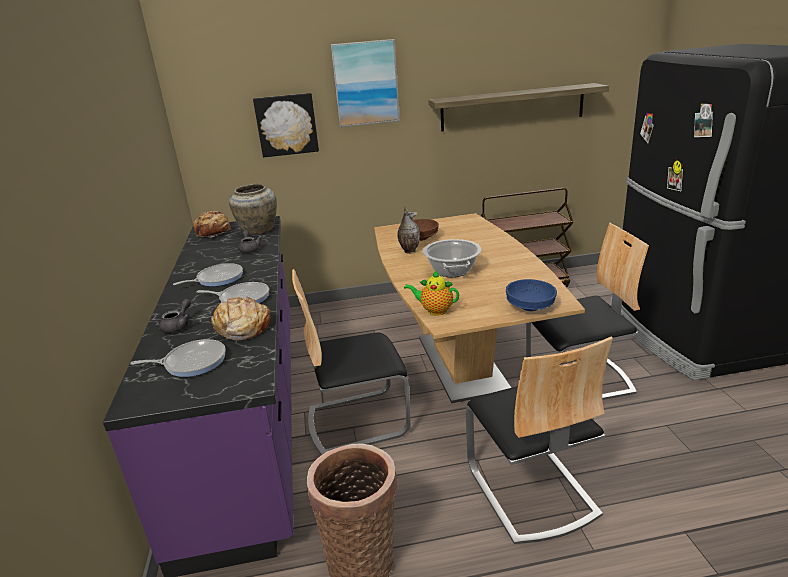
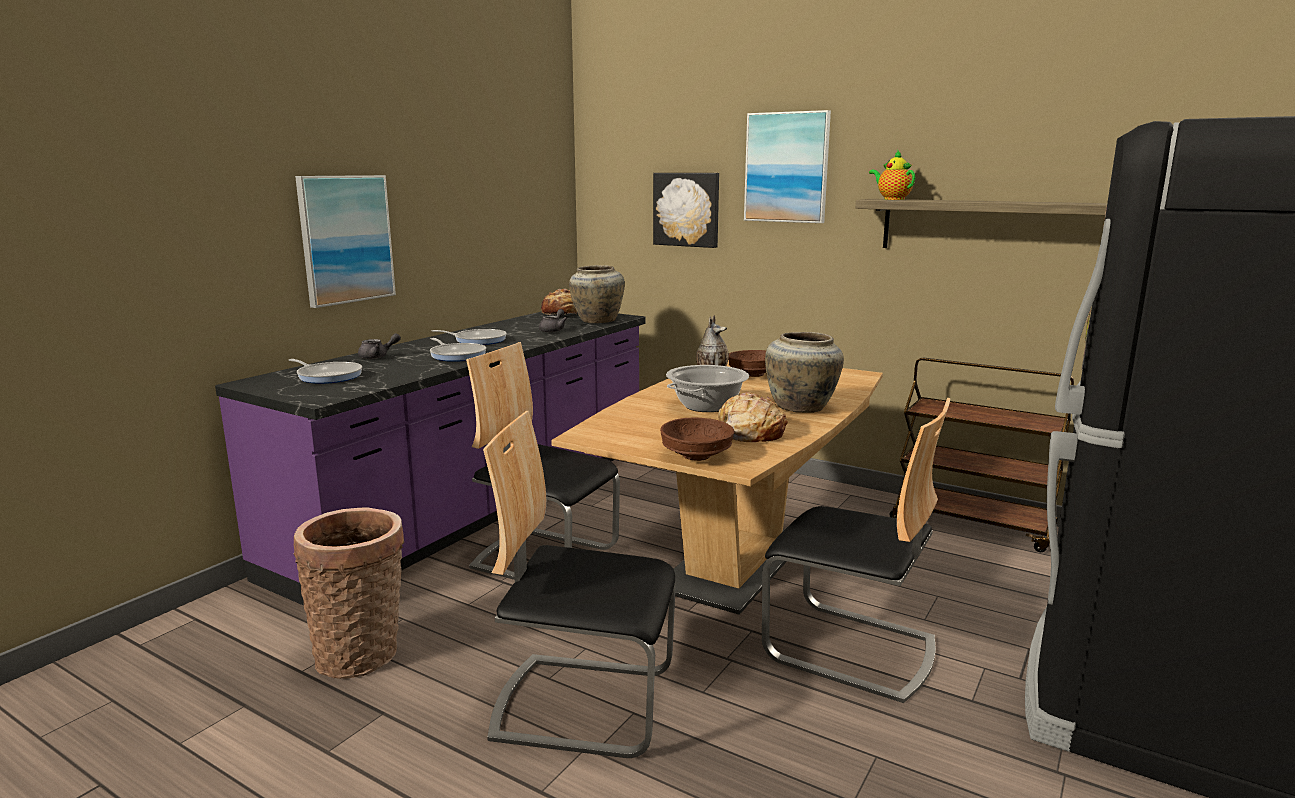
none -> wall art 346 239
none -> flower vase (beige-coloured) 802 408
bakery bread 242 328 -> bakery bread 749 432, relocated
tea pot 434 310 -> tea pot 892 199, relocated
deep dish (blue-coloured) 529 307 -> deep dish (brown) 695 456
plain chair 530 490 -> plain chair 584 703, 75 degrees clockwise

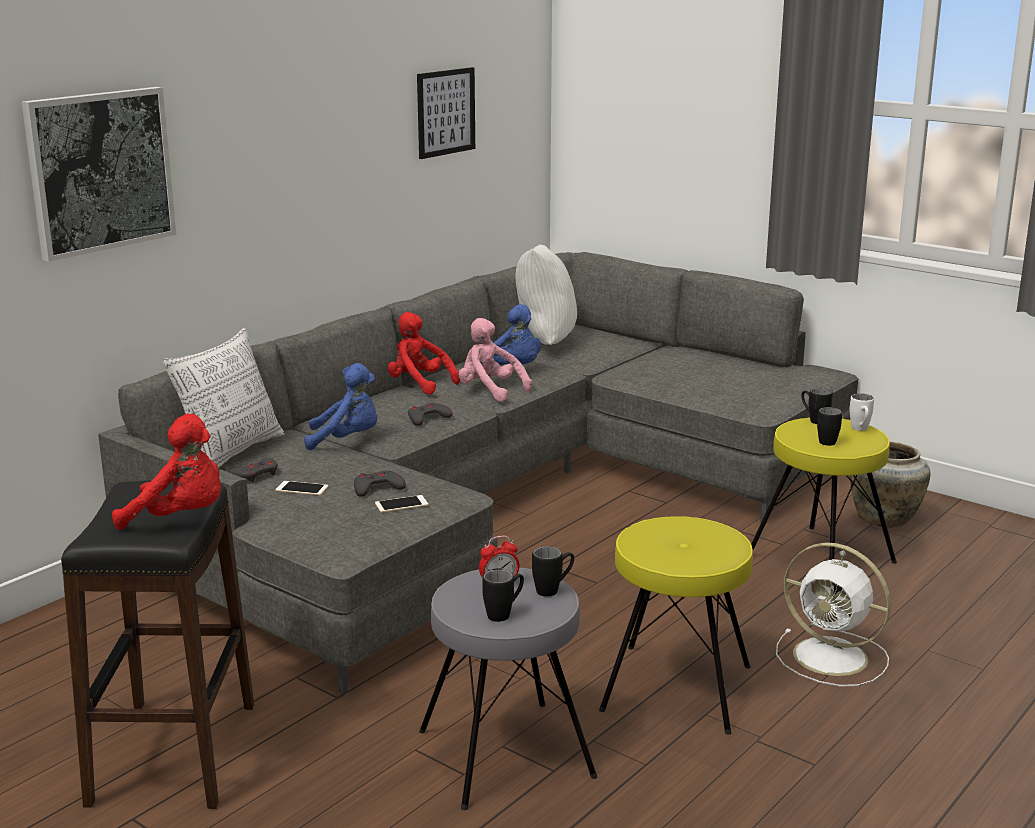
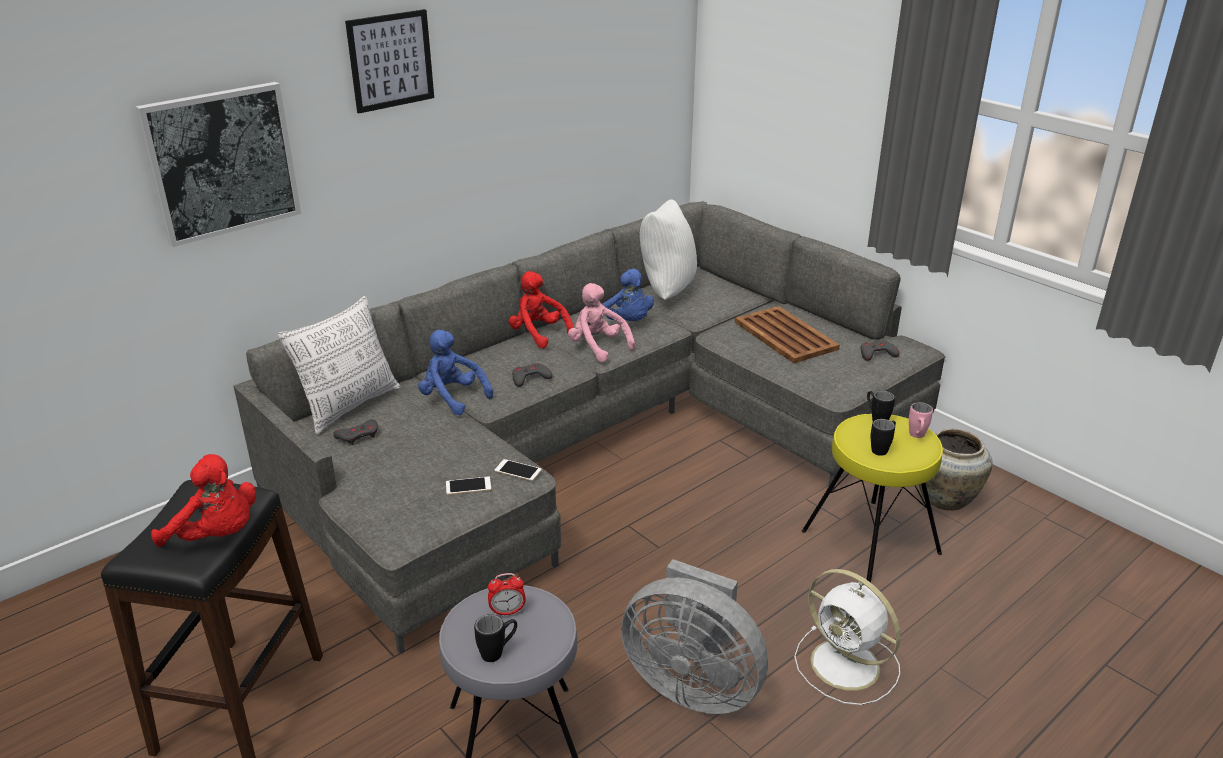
mug (blackish) 553 590 -> none
none -> serving tray (brown) 786 336
handset 302 488 -> handset 518 470, relocated
gamepad (gray) 377 488 -> gamepad (gray) 877 354, relocated
wall art 445 112 -> wall art 390 60, relocated
stool seat (yellow) 677 687 -> electric fan (gray) 692 684
mug (white-coloured) 860 430 -> mug (pink) 917 437
cuddly toy (blue-coloured) 346 440 -> cuddly toy (blue-coloured) 452 398, 150 degrees counterclockwise

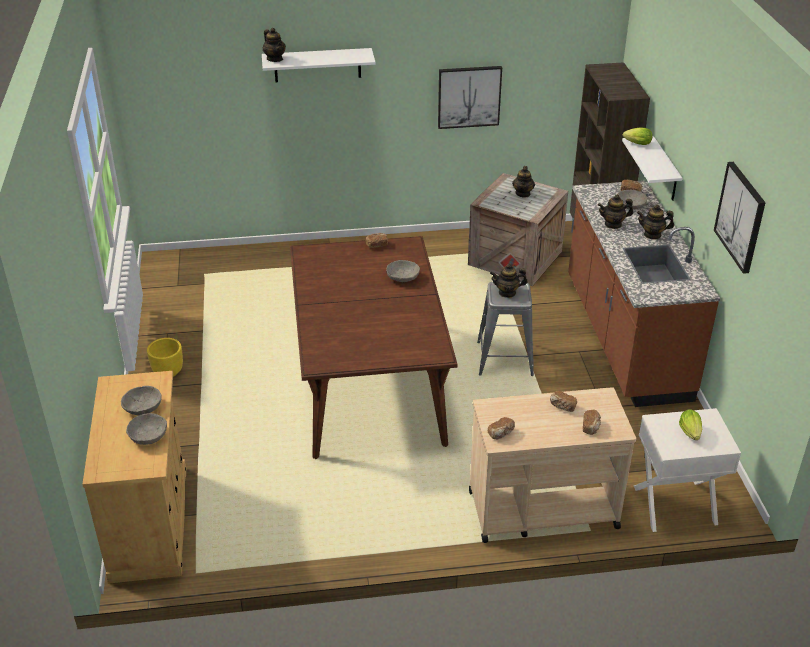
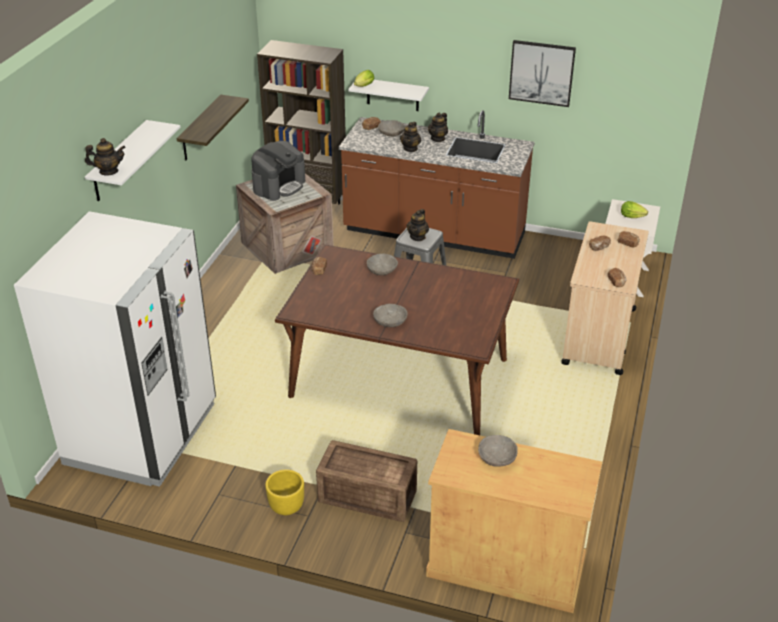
none -> kitchen fridge (white-coloured) 142 434
none -> crate 366 495
deep dish (gray) 148 436 -> deep dish (gray) 390 322, relocated
wall art 469 96 -> shelf 200 128
tea pot 523 193 -> coffee machine 279 186

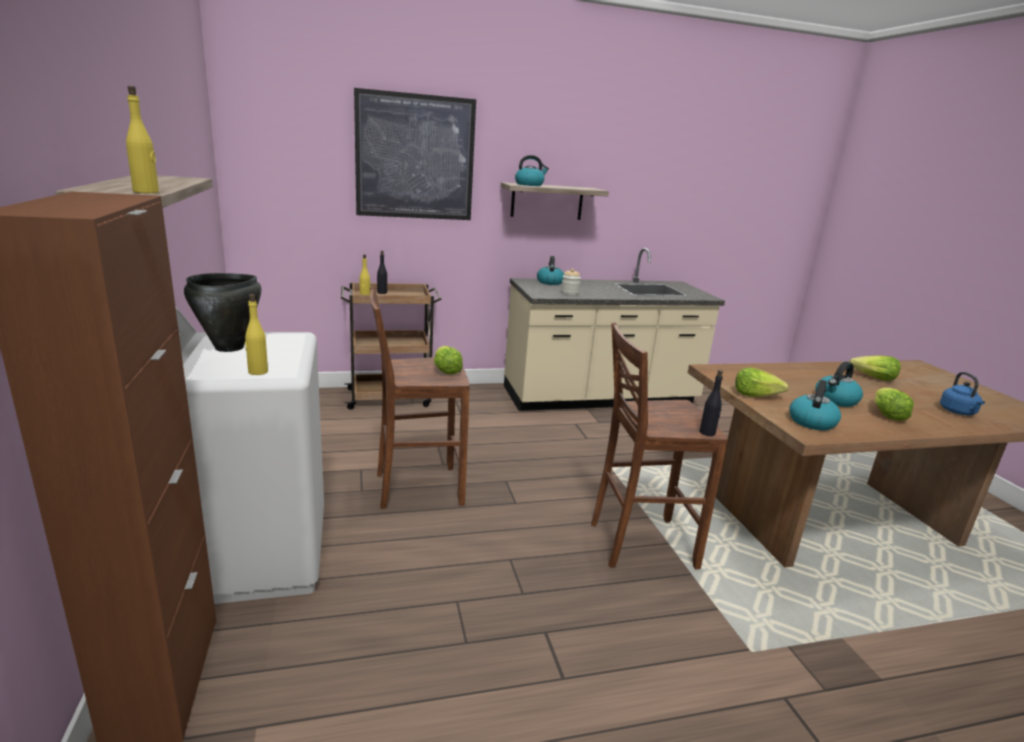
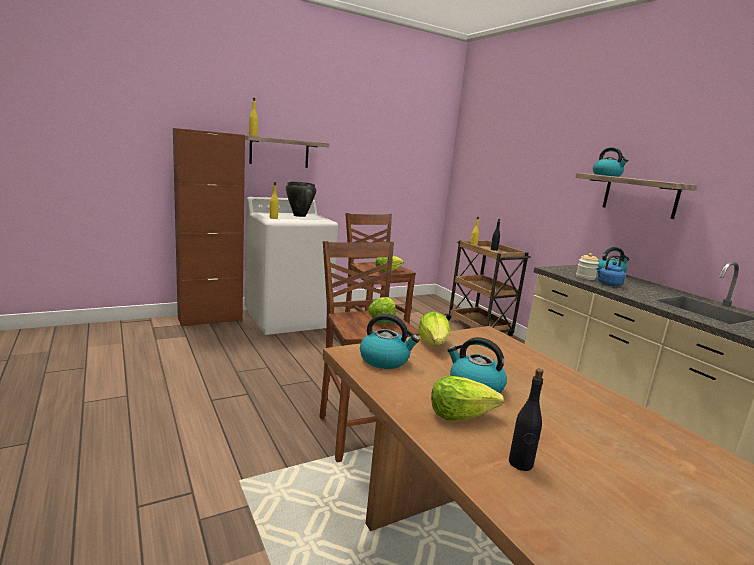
wall art 415 157 -> none
drink bottle (blackish) 707 433 -> drink bottle (blackish) 520 463, relocated
lettuce 873 378 -> lettuce 382 320, relocated
tea kettle (blue-coloured) 958 412 -> tea kettle (blue-coloured) 608 284, relocated

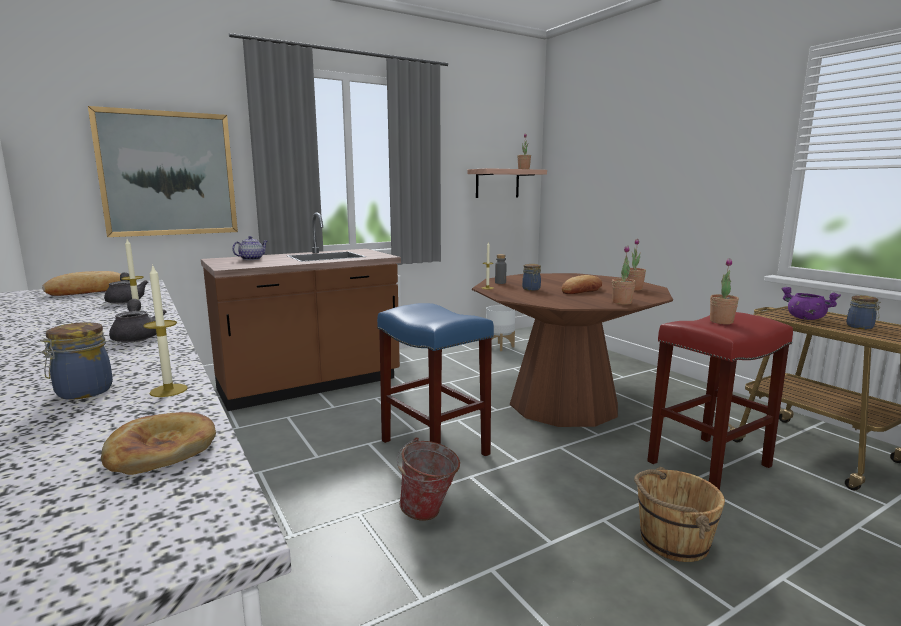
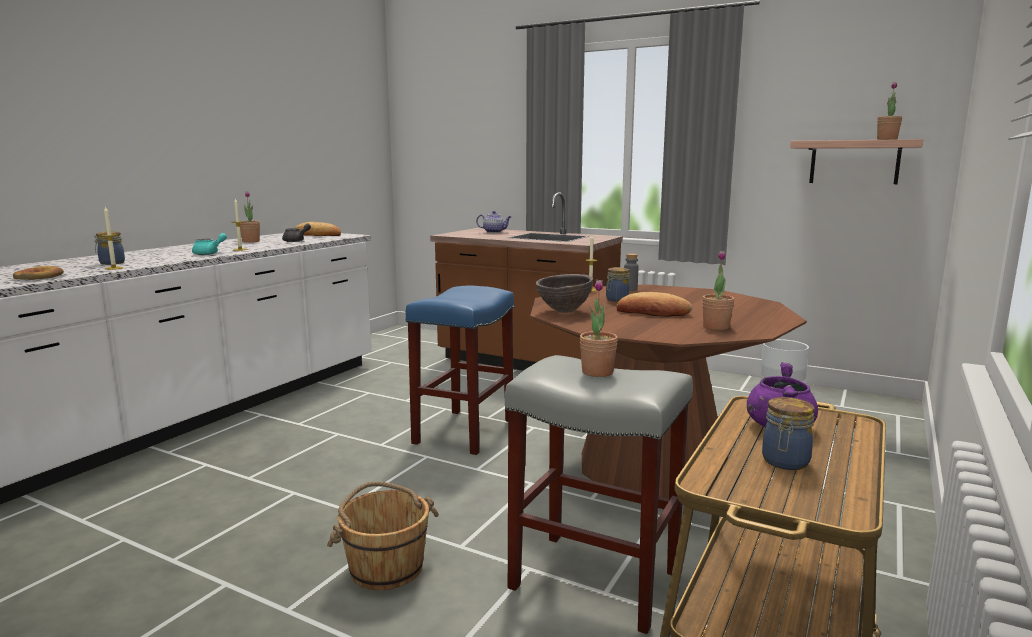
wall art 168 174 -> none
water bucket 428 514 -> none
none -> deep dish (brown) 564 312
potted plant 622 302 -> potted plant 251 241, relocated
tea pot (gray) 137 336 -> tea pot (turquoise) 209 253
stool seat (red-coloured) 708 465 -> stool seat (gray) 592 579

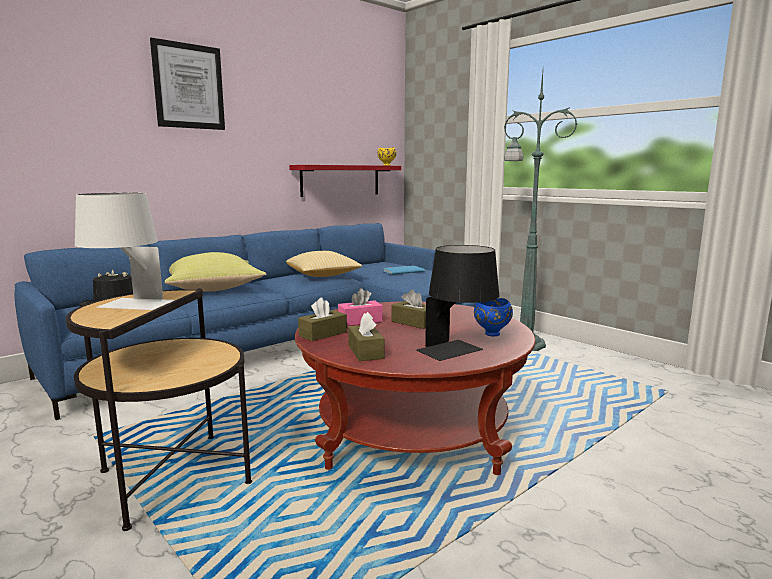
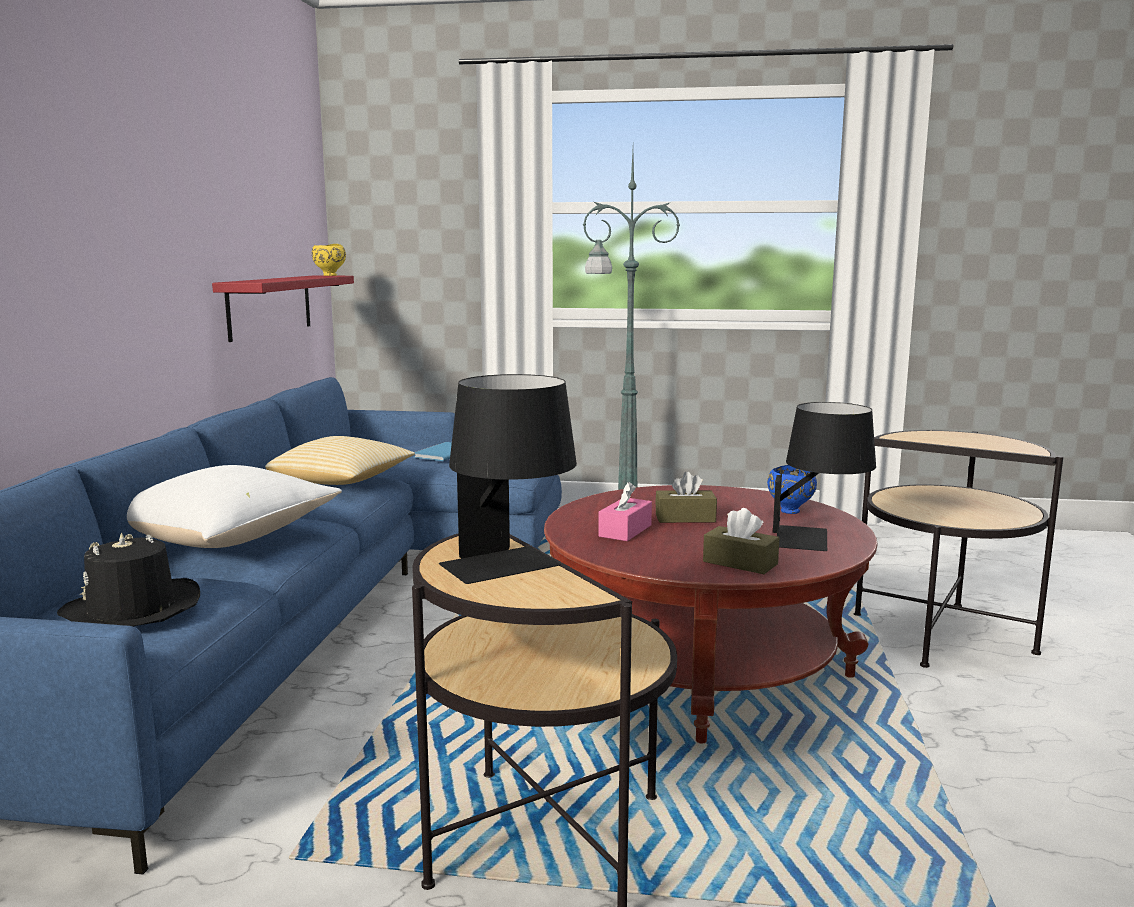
wall art 188 86 -> none
box of tissues (brown) 323 334 -> none
none -> end table 942 633
table lamp (white-coloured) 128 307 -> table lamp (blackish) 511 571
cushion (yellow) 214 289 -> cushion (white-coloured) 225 538

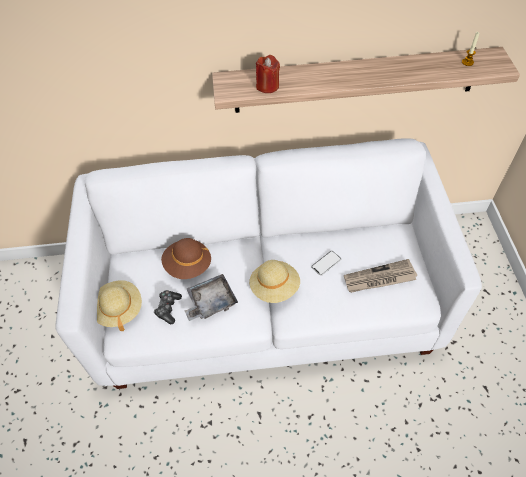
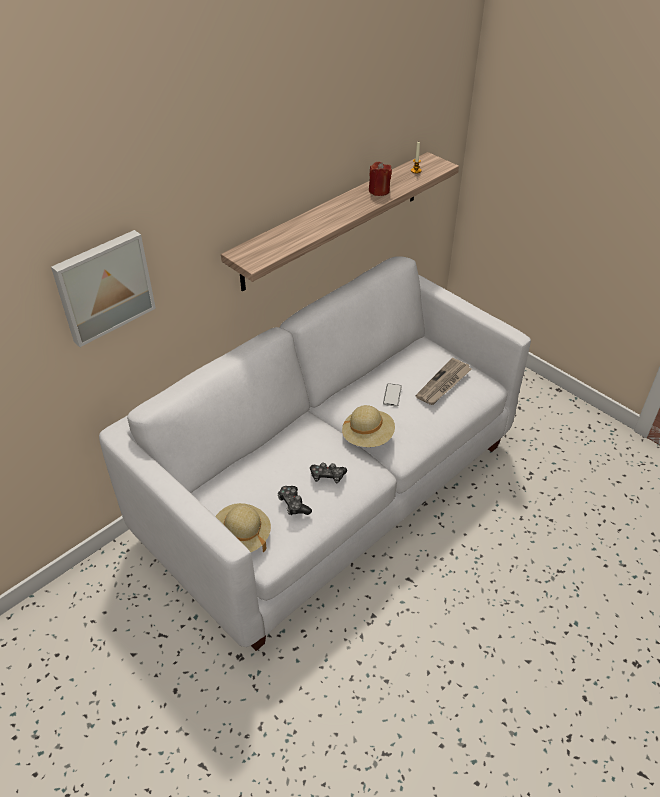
clothing hat (brown) 188 265 -> none
none -> wall art 103 286
wax light (red-coloured) 267 86 -> wax light (red-coloured) 379 191, relocated
serving tray (gray) 211 302 -> gamepad 327 476

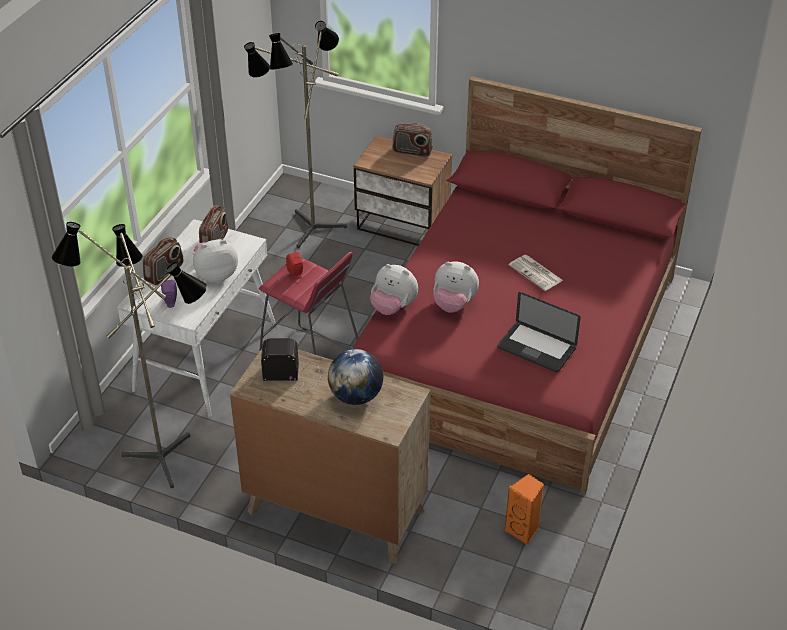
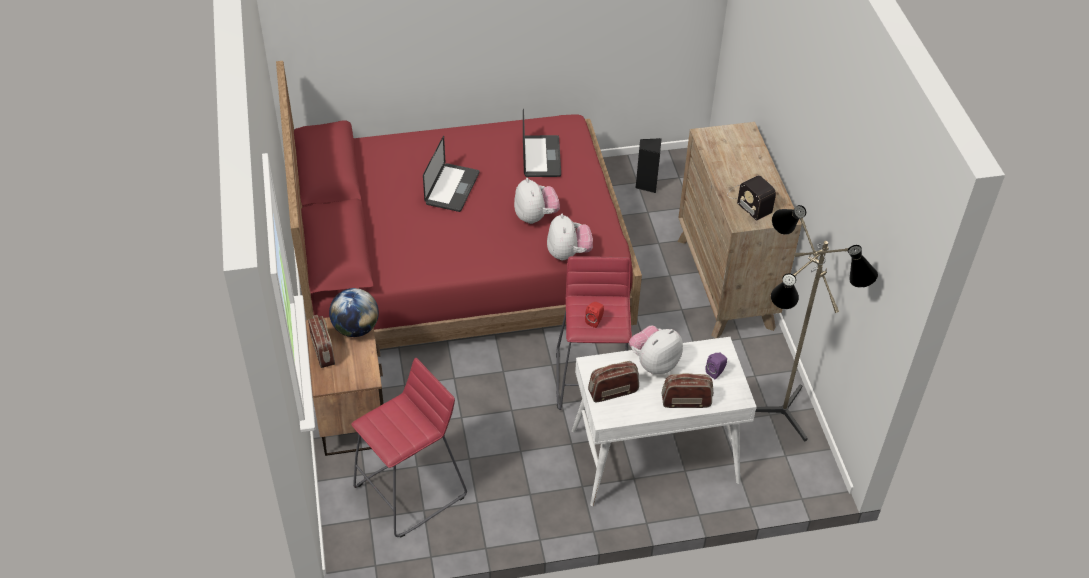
desk globe 356 396 -> desk globe 356 328, relocated
standard lamp 306 227 -> stool seat (red-coloured) 411 491
printed paper 536 273 -> notebook computer 452 188
speaker (orange) 523 530 -> speaker (blackish) 646 184
cuddly toy 216 274 -> cuddly toy 654 363, 105 degrees clockwise

